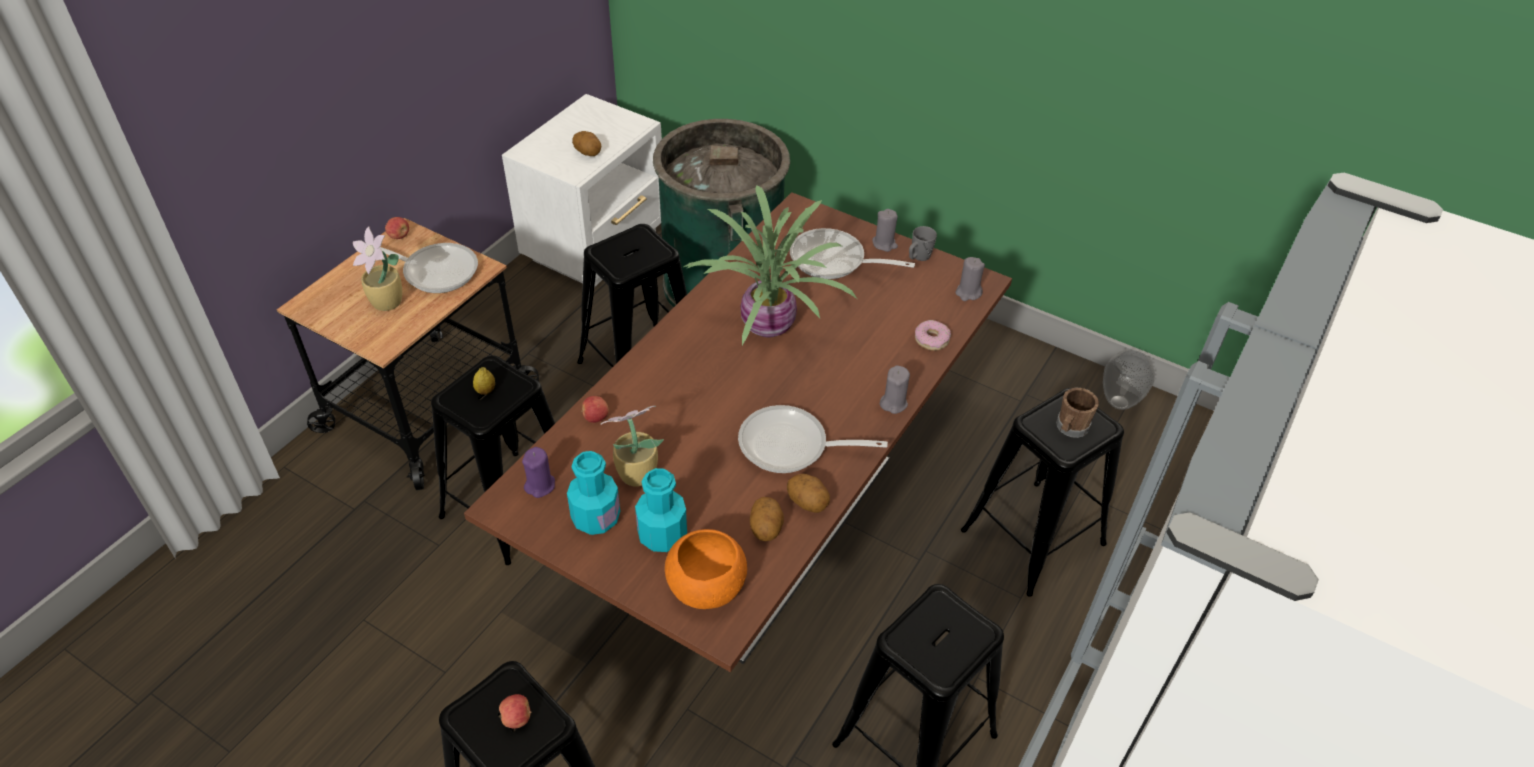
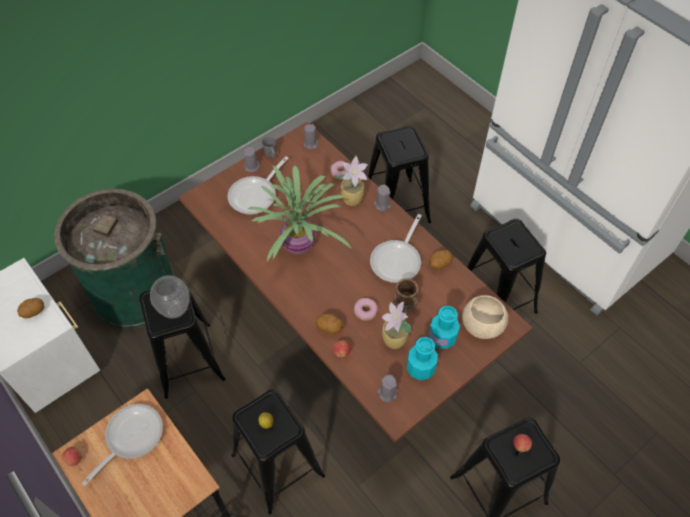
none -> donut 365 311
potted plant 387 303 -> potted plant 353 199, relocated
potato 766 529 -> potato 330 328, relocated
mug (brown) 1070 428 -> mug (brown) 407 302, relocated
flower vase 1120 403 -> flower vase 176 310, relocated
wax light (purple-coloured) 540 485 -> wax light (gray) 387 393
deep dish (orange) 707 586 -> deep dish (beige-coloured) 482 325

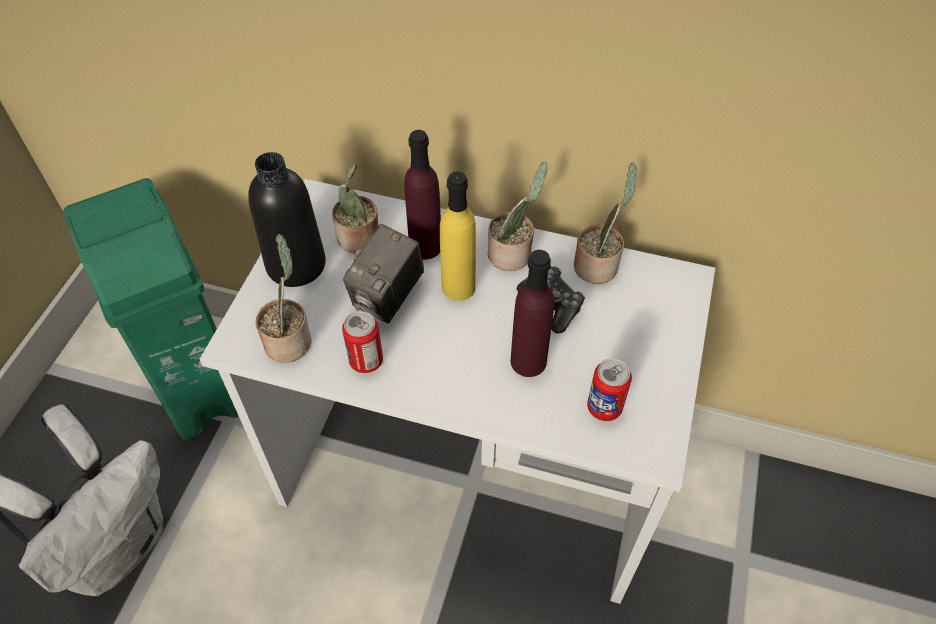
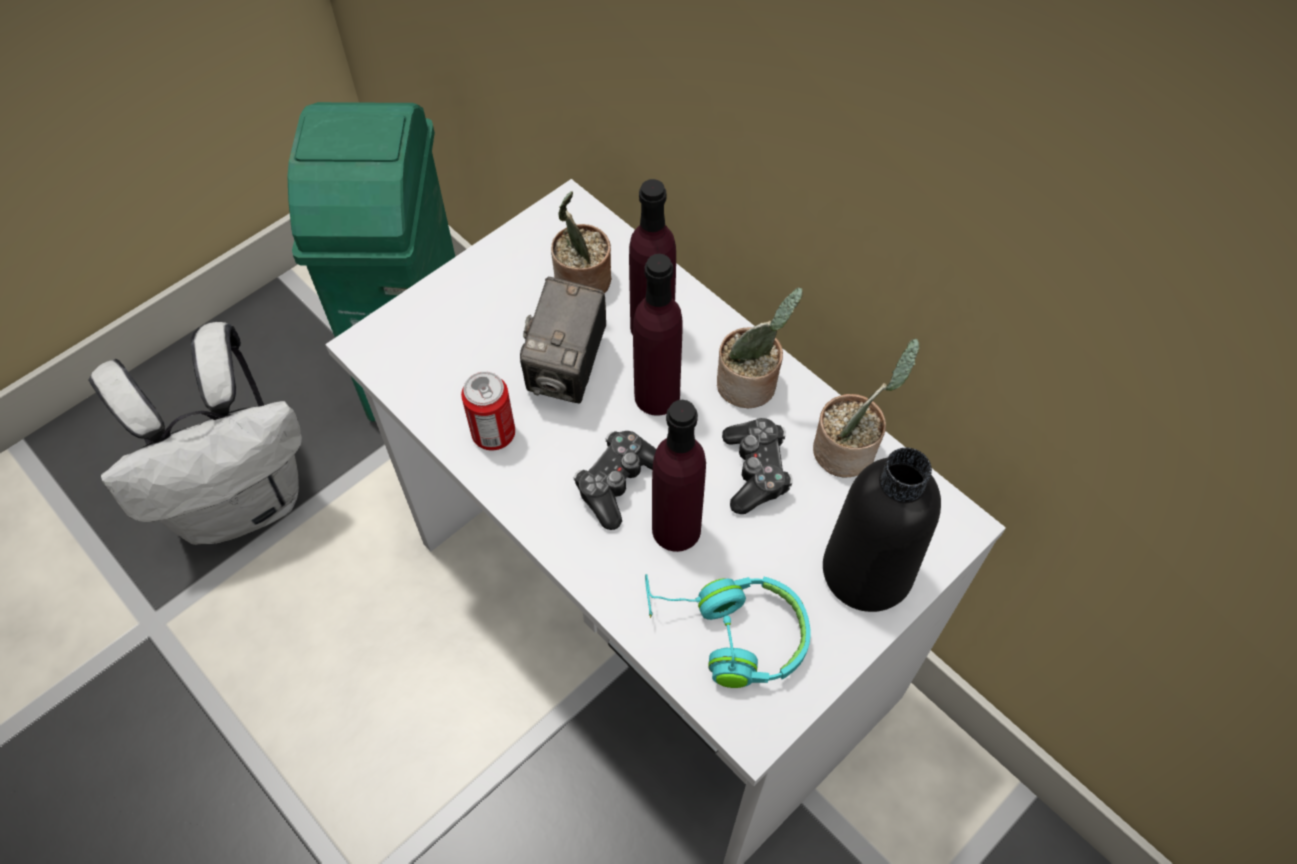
potted plant 290 340 -> none
none -> gamepad 617 483
drink bottle (blackish) 296 265 -> drink bottle (blackish) 867 571, relocated
metal can 604 407 -> pair of headphones (turquoise) 728 633
drink bottle (yellow) 458 287 -> drink bottle (purple-coloured) 657 396
photo camera 388 297 -> photo camera 567 370, 45 degrees counterclockwise

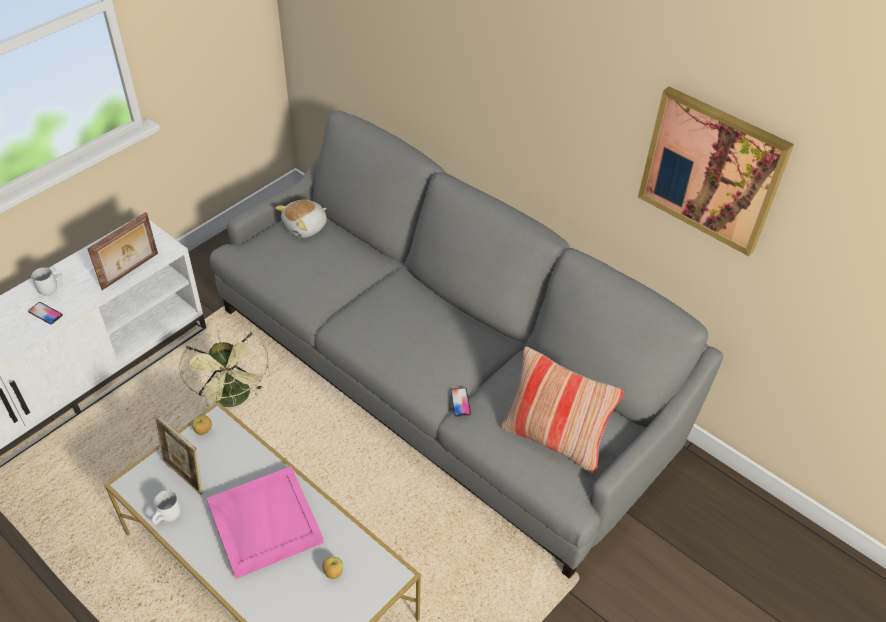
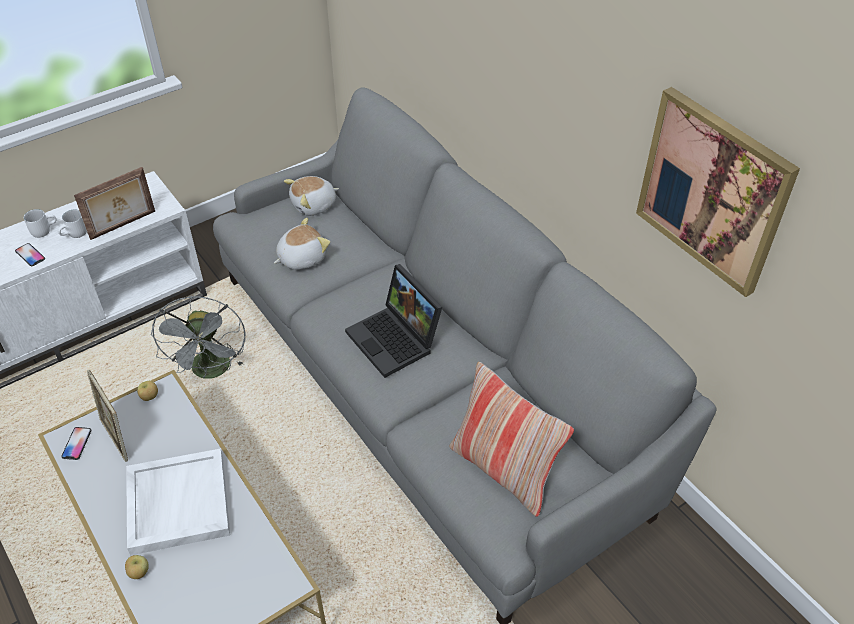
none -> cuddly toy 301 258
none -> notebook computer 396 340
mug (white-coloured) 168 517 -> mug (white-coloured) 76 234, relocated
whole apple 333 573 -> whole apple 139 572, relocated
handset 460 402 -> handset 77 444, relocated
electric fan (greenish) 234 400 -> electric fan (gray) 212 372
serving tray (pink) 264 523 -> serving tray (white-coloured) 177 502

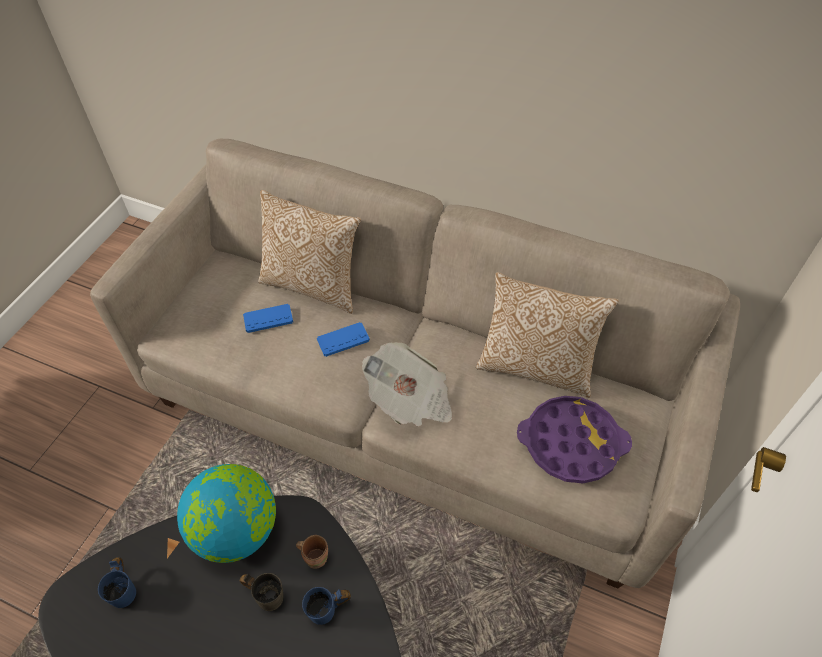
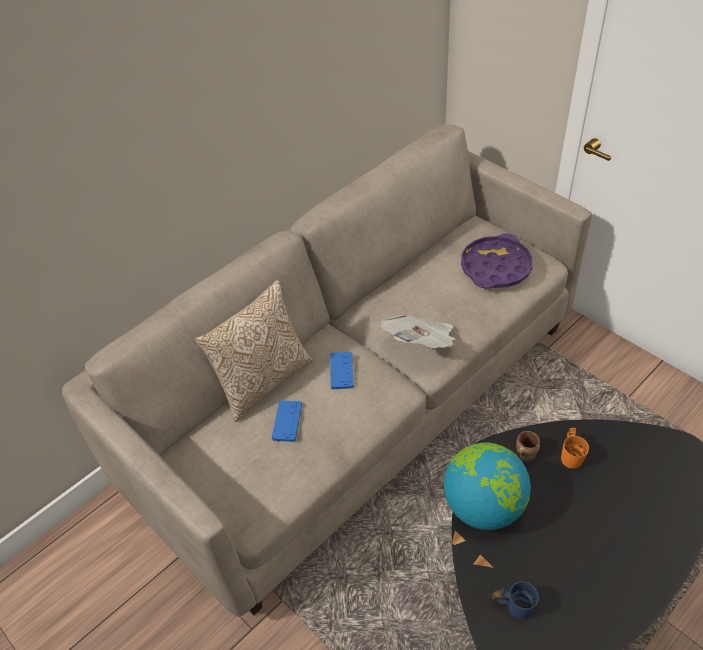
mug (gray) 267 593 -> none
cushion 535 367 -> none
mug (blue-coloured) 329 612 -> mug (orange) 573 456

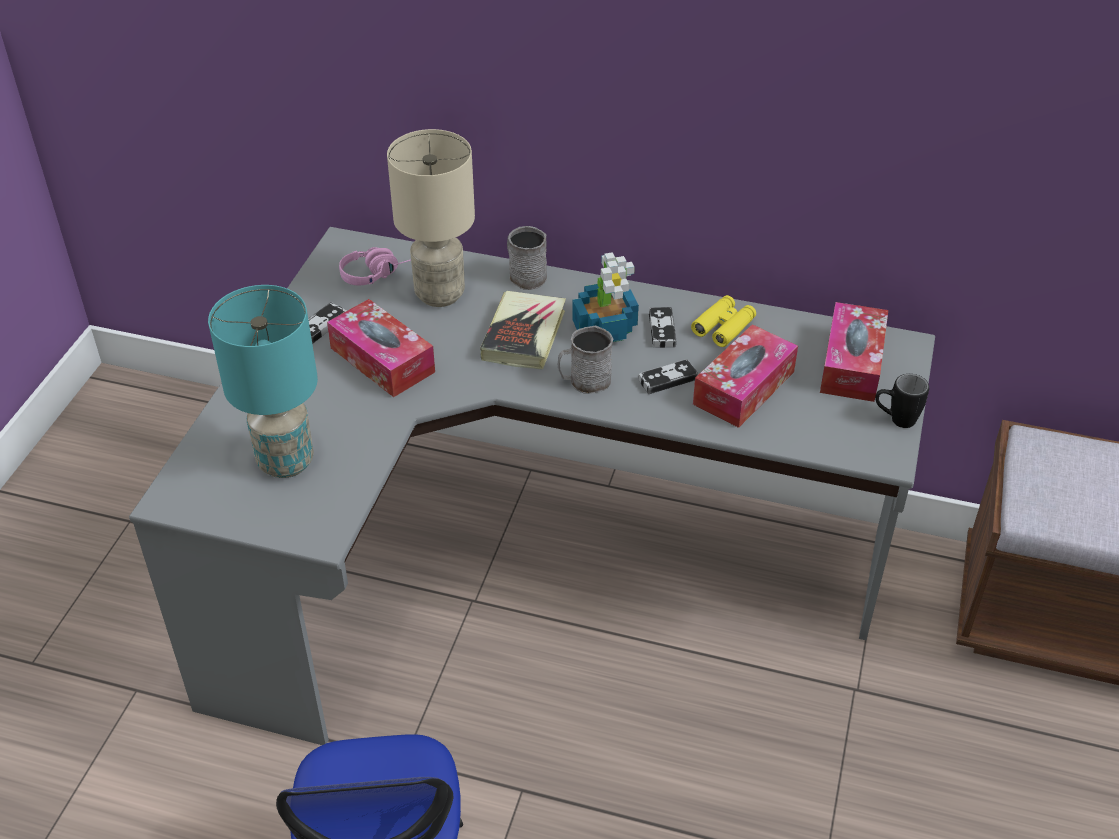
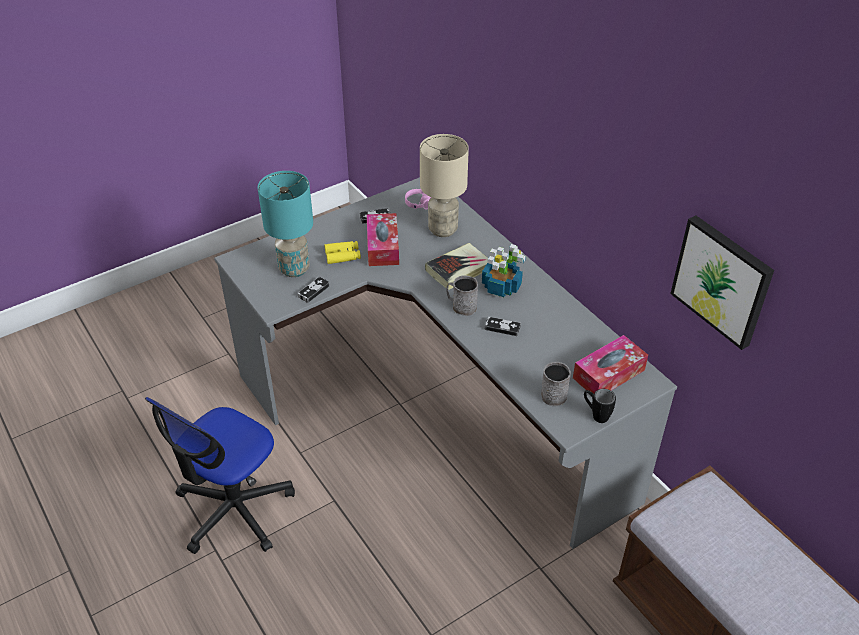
box of tissues 744 388 -> none
none -> wall art 722 280
mug (gray) 524 275 -> mug (gray) 553 393, relocated
gamepad 662 330 -> gamepad 313 291, relocated
pair of binoculars (yellow) 723 326 -> pair of binoculars (yellow) 343 256, relocated

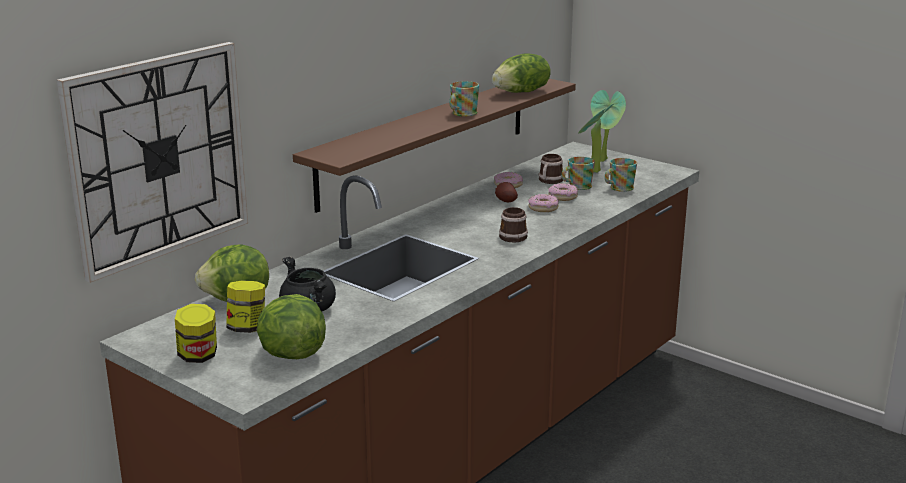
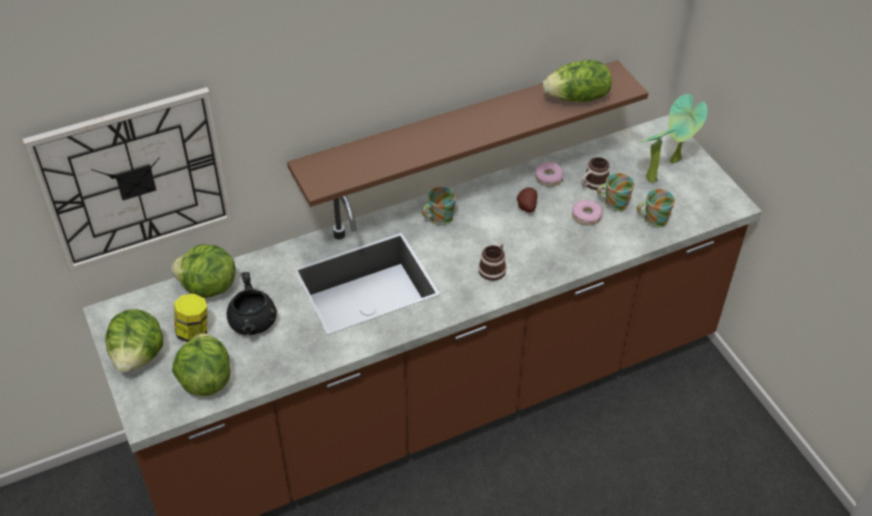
donut 543 208 -> none
mug 462 114 -> mug 437 217, relocated
jar 198 356 -> lettuce 139 356

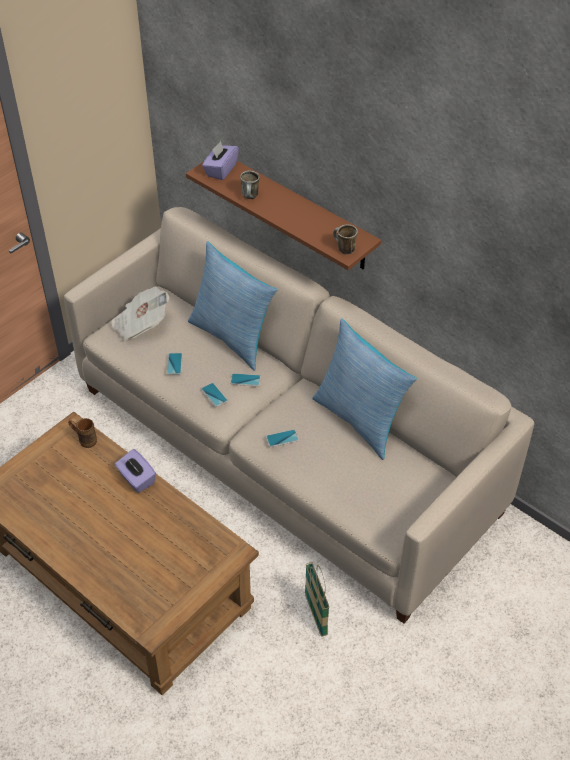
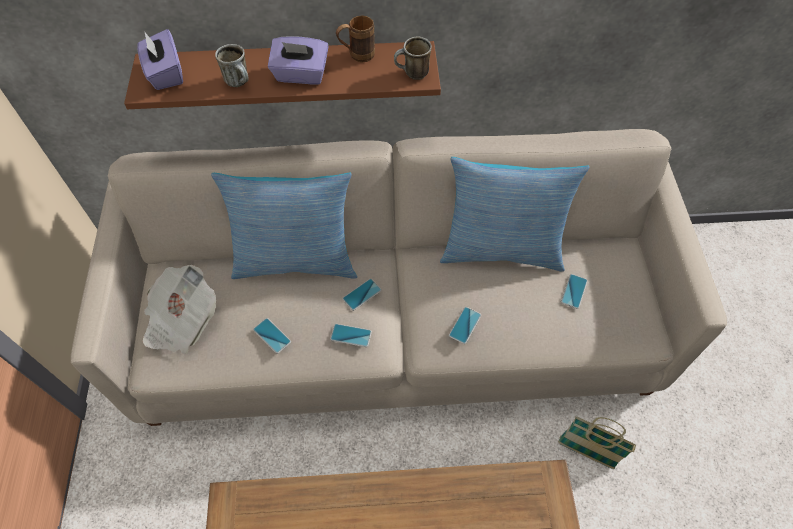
none -> handset 574 291
mug (brown) 84 440 -> mug (brown) 356 56, relocated
box of tissues (purple-coloured) 136 479 -> box of tissues (purple-coloured) 301 75, relocated

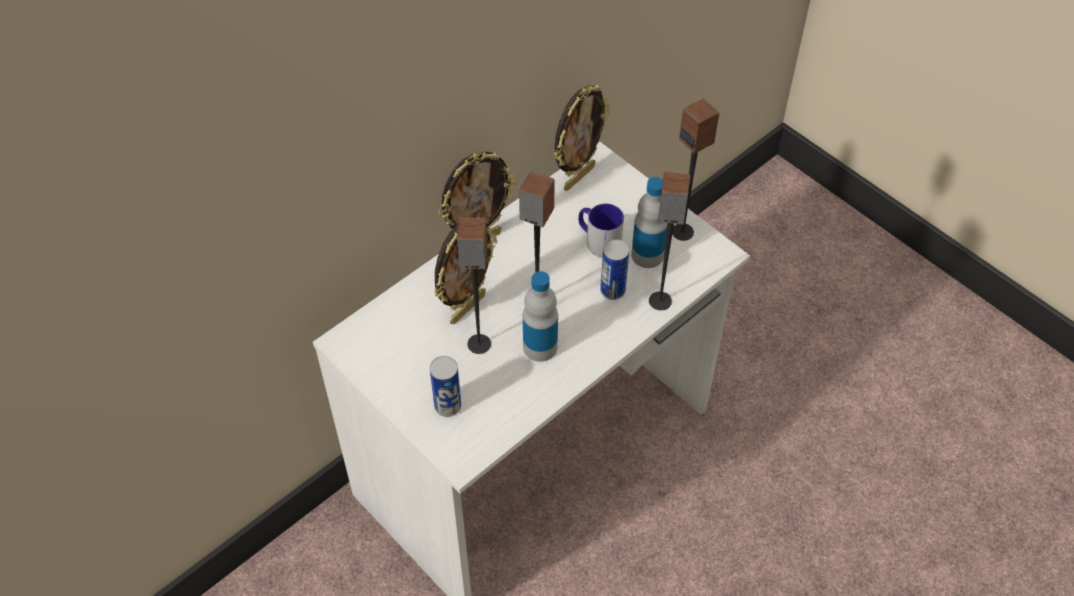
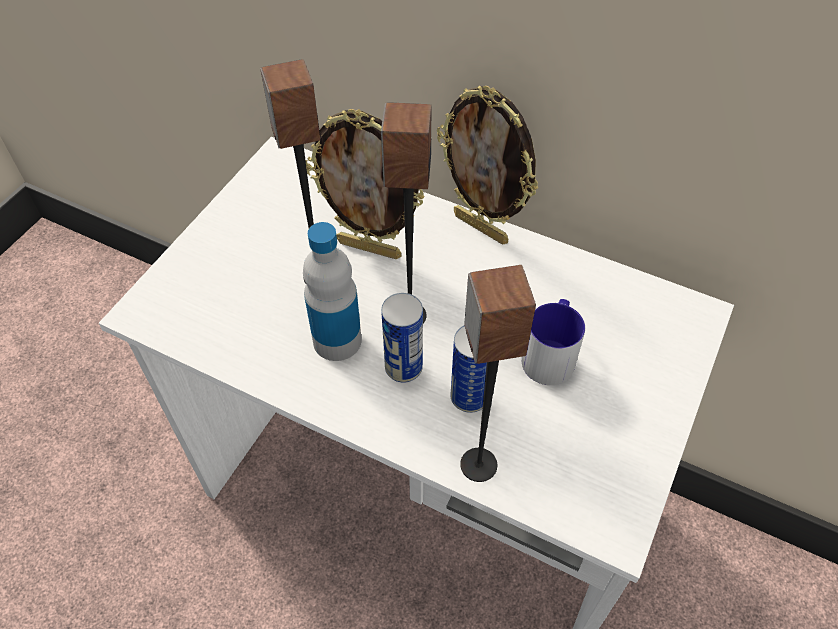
photo frame 578 177 -> none
drink bottle 647 255 -> none
speaker 683 232 -> none
metal can 447 406 -> metal can 403 368, relocated

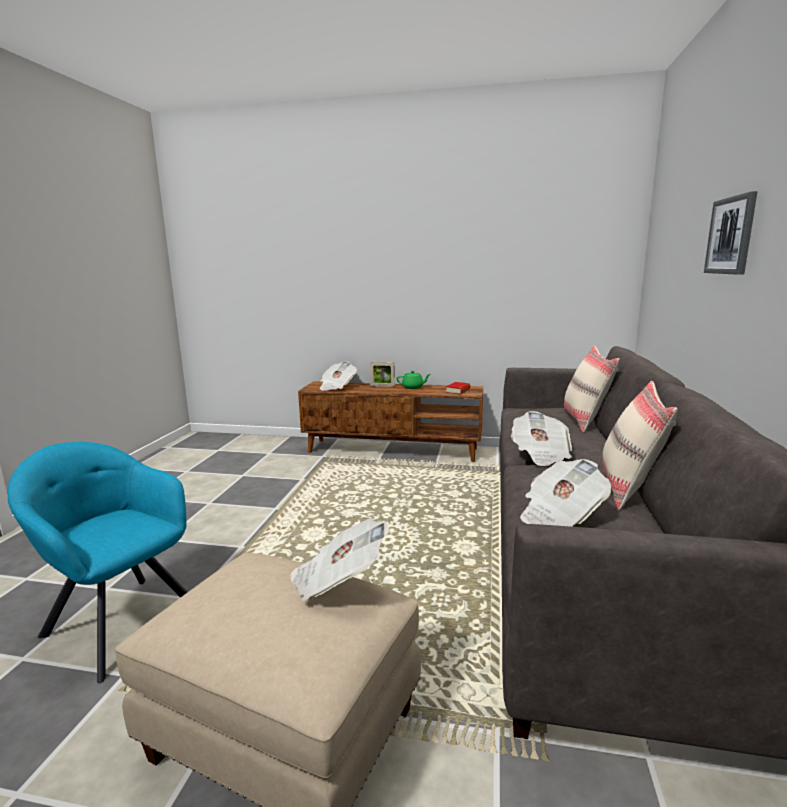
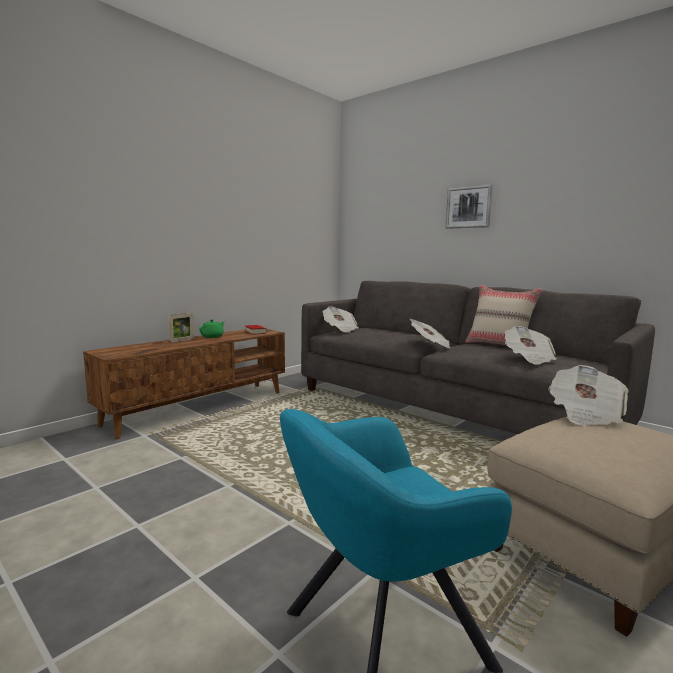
cushion (beige-coloured) 585 421 -> none
printed paper 337 386 -> printed paper 340 329, relocated

